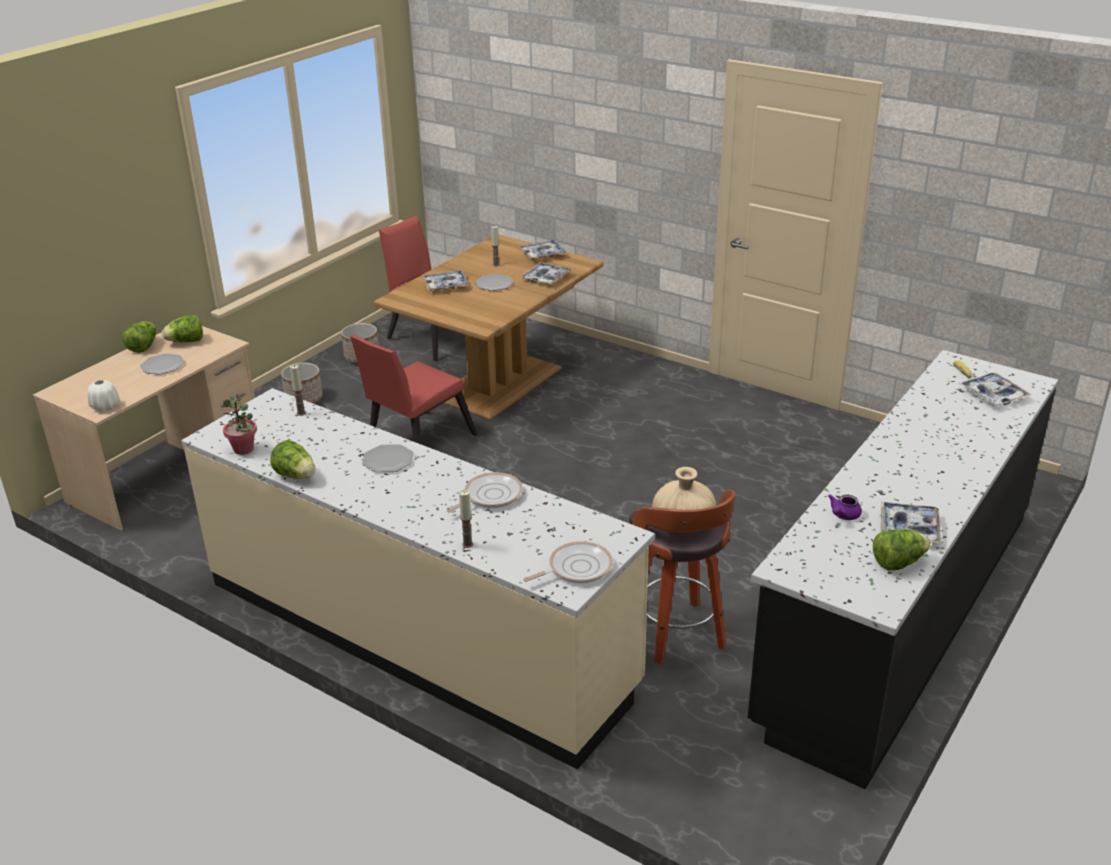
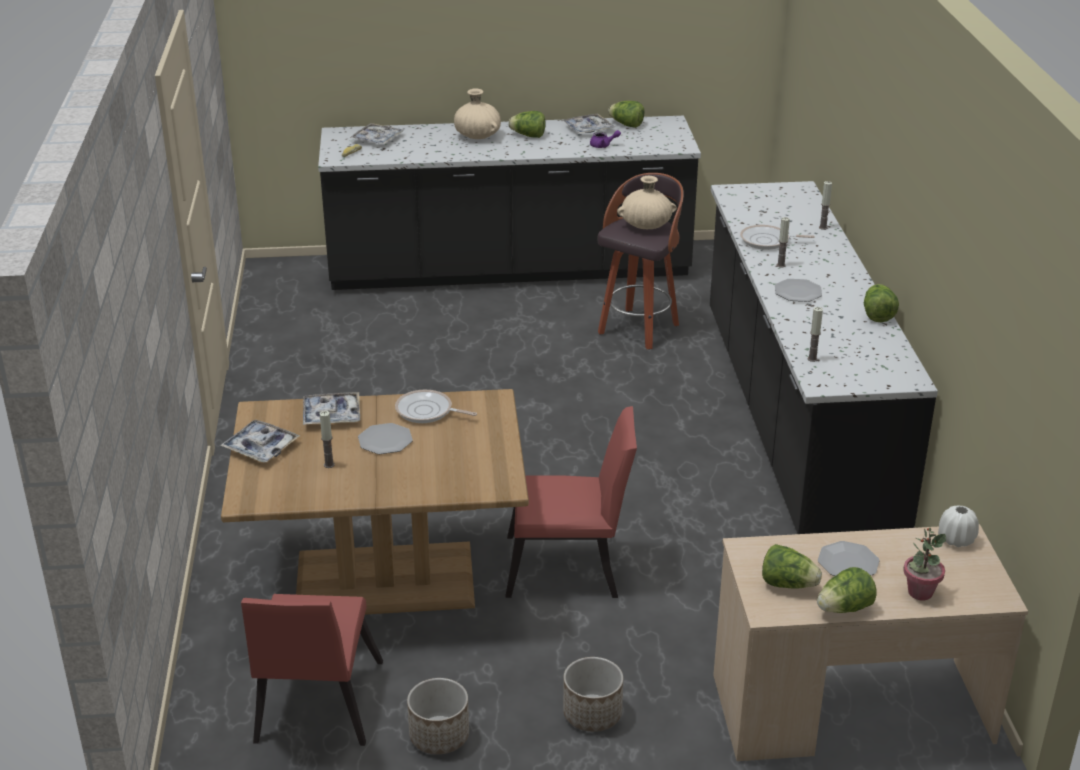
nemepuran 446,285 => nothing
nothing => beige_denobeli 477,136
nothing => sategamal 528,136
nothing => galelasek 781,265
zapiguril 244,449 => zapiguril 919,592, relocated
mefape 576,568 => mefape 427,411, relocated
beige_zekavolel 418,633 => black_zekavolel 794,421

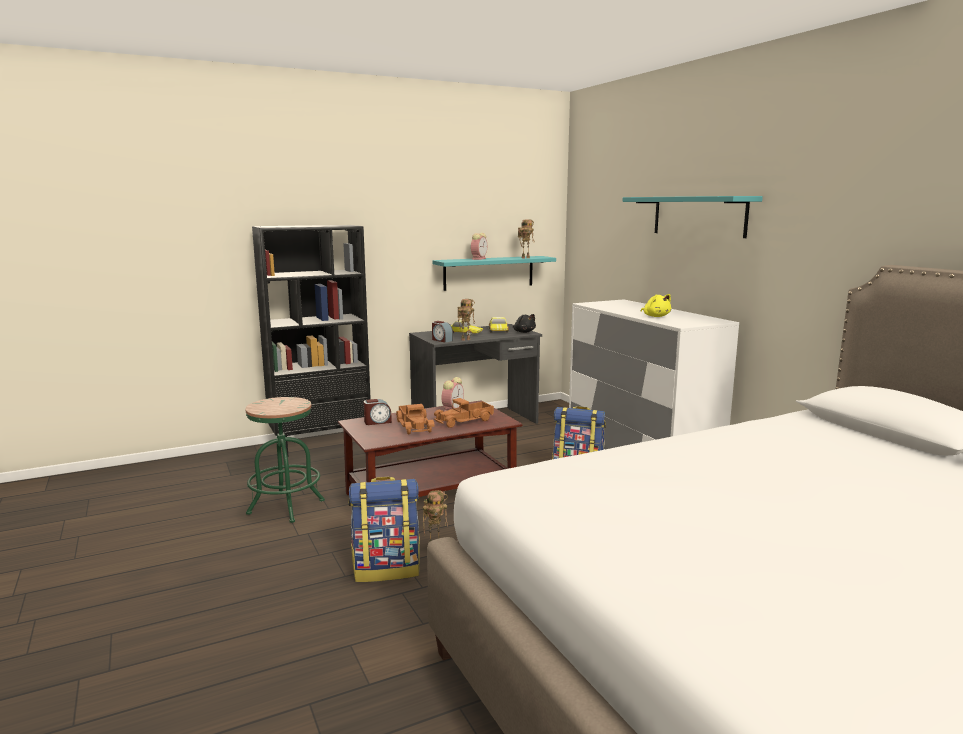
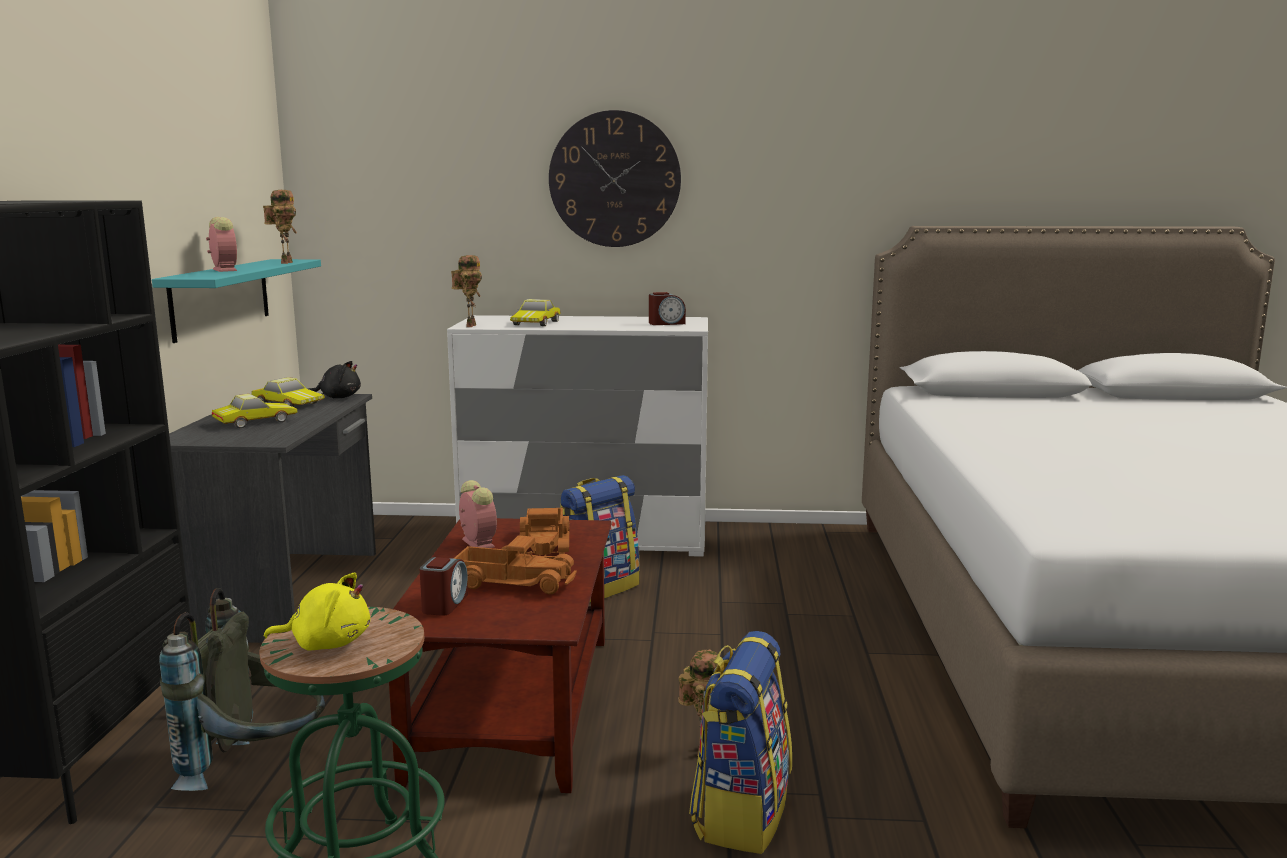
nothing => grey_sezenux 257,769
nothing => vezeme 537,323
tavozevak 441,340 => tavozevak 666,323, relocated
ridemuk 466,339 => ridemuk 469,326, relocated
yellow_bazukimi 656,316 => yellow_bazukimi 327,643, relocated
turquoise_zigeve 698,216 => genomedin 614,179

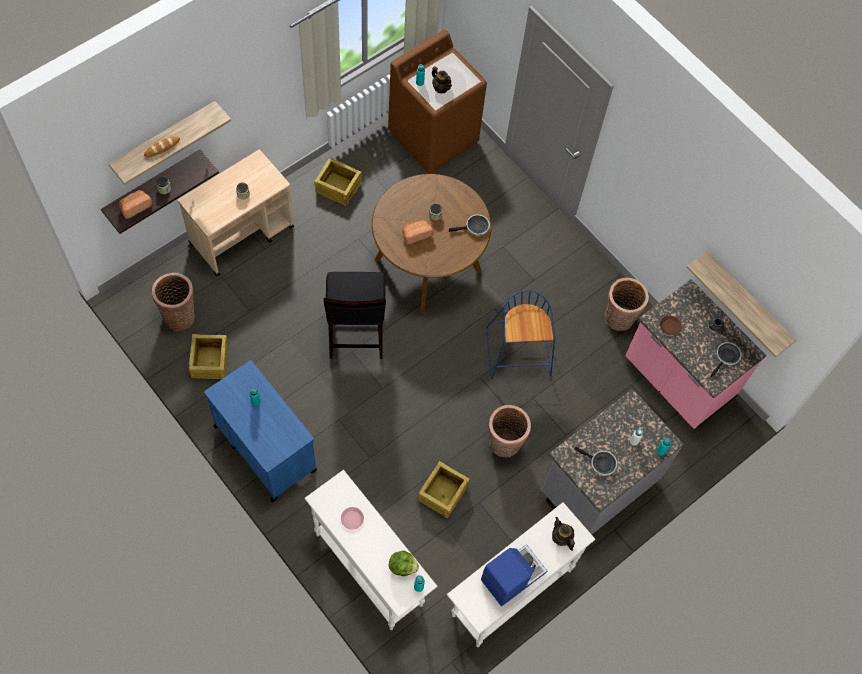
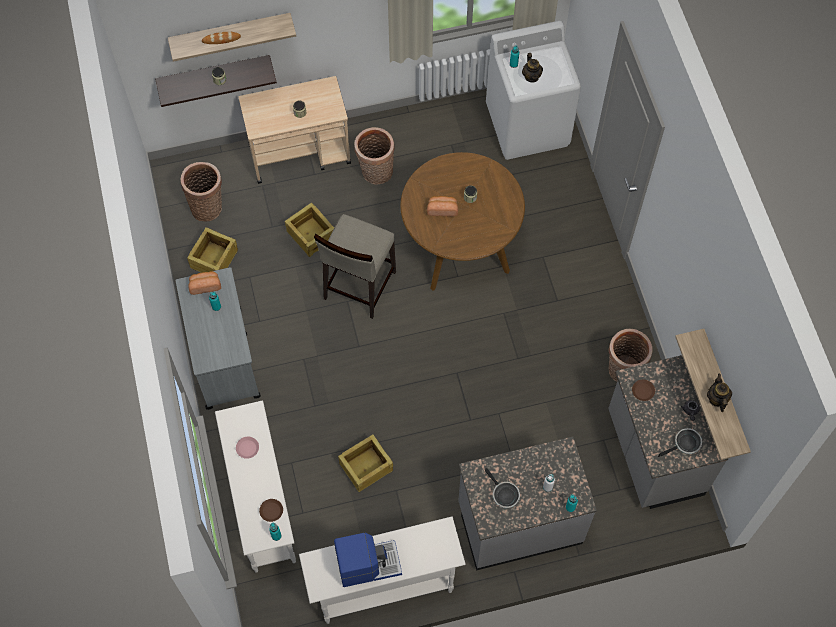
mefape 475,227 => nothing
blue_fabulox 519,354 => nothing
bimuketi 135,207 => bimuketi 205,285, relocated
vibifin 338,187 => vibifin 311,234, relocated
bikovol 504,444 => bikovol 375,173, relocated
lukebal 561,538 => lukebal 716,399, relocated
sategamal 402,566 => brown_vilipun 271,511
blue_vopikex 264,447 => grey_vopikex 224,357
black_fabulox 355,334 => beige_fabulox 359,286
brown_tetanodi 434,136 => white_tetanodi 528,125
pink_zekavolel 677,380 => grey_zekavolel 653,454

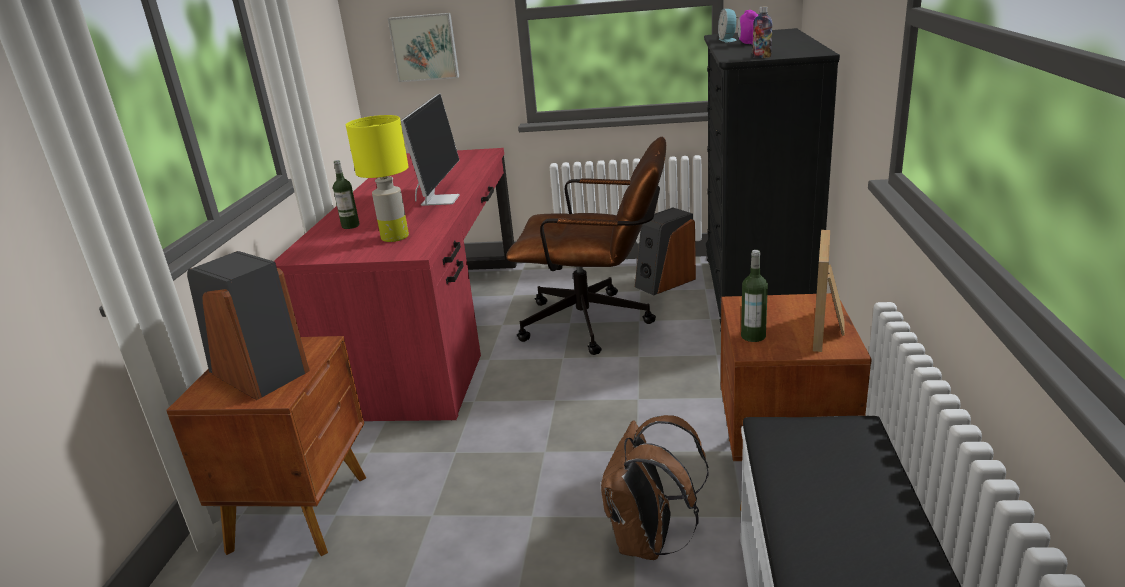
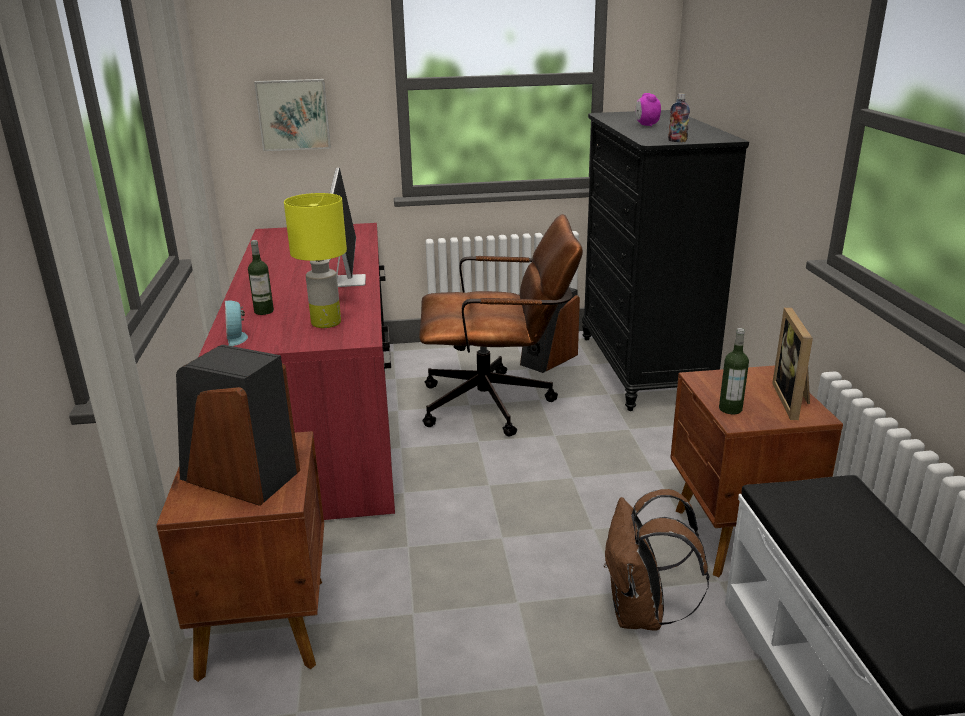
tavozevak 728,40 => tavozevak 237,337, relocated

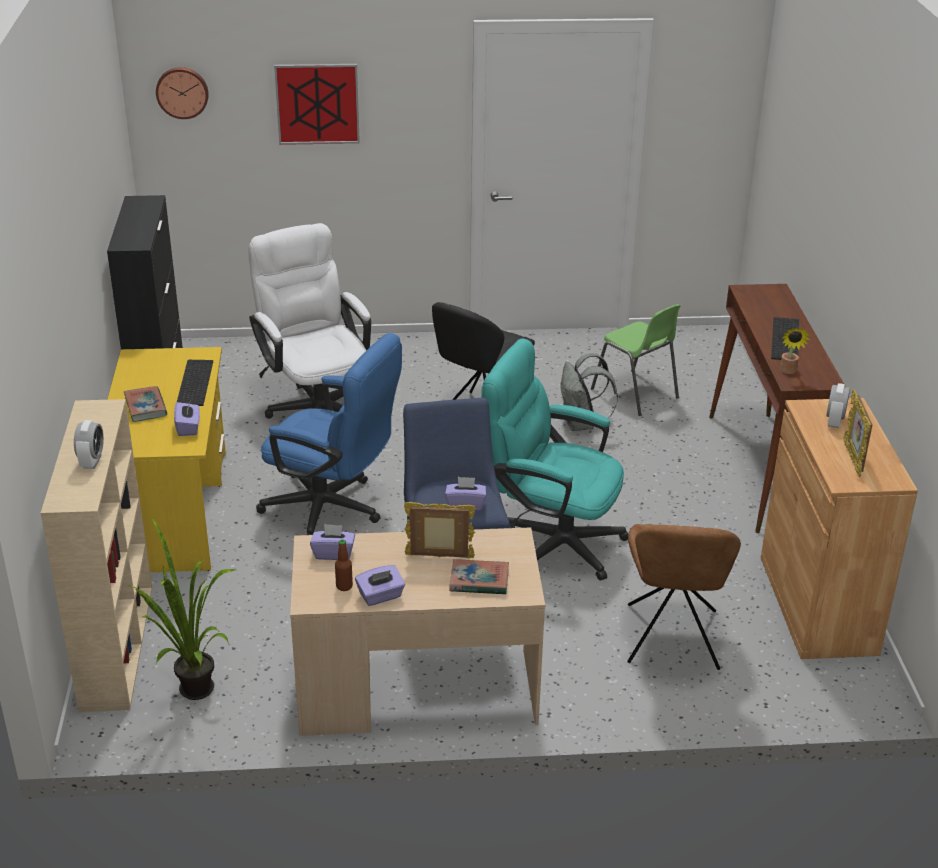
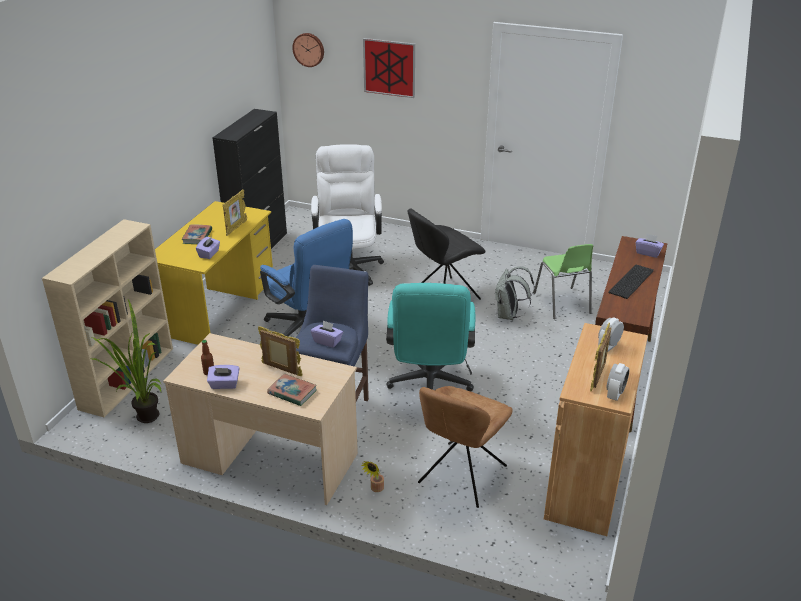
tavozevak 92,461 => tavozevak 615,394, relocated
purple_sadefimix 333,553 => purple_sadefimix 648,253, relocated
zapiguril 788,371 => zapiguril 375,489, relocated
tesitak 193,382 => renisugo 236,228
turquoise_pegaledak 551,541 => turquoise_pegaledak 429,386, 135 degrees counterclockwise

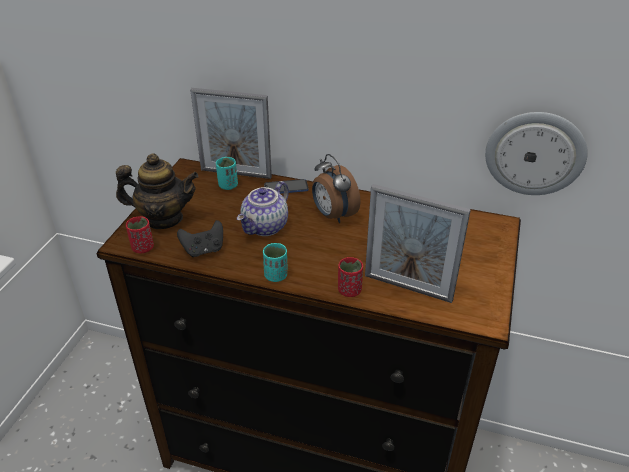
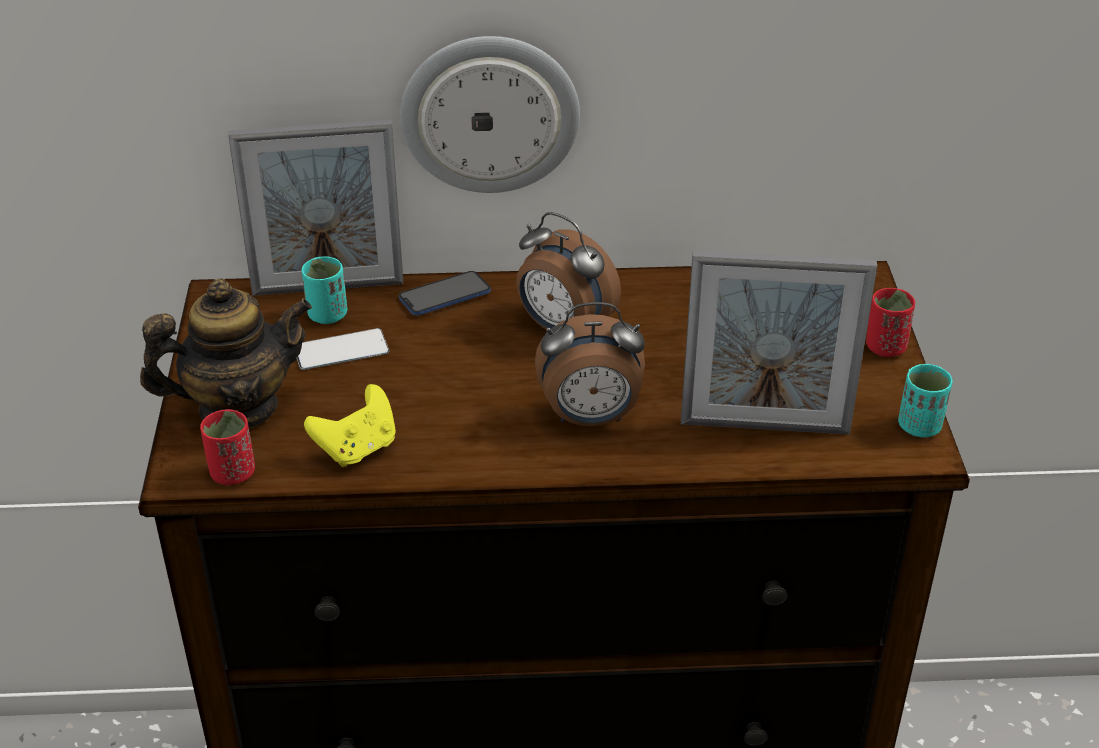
lukebal 266,227 => nothing
nothing => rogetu 341,350
nothing => tavozevak 590,418
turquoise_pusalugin 276,276 => turquoise_pusalugin 919,426, relocated
red_pusalugin 349,290 => red_pusalugin 885,347, relocated
genomedin 535,153 => genomedin 490,113, relocated
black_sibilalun 204,250 => yellow_sibilalun 357,449

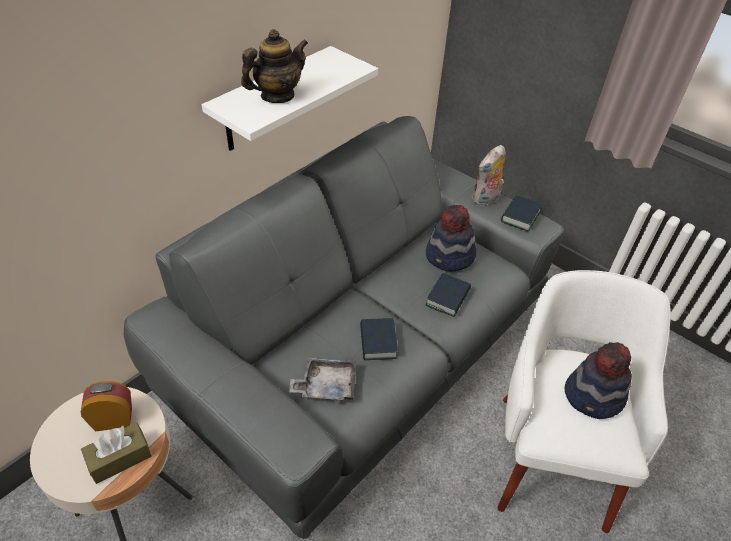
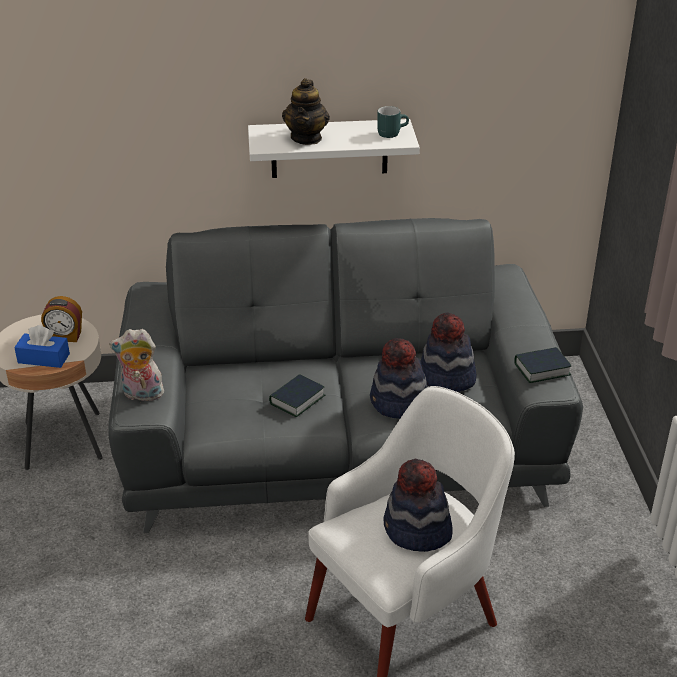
grey_nemepuran 326,385 => nothing
nothing => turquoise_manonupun 391,132
bazukimi 486,200 => bazukimi 141,395, relocated
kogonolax 448,298 => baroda 399,404
brown_sadefimix 119,458 => blue_sadefimix 43,358
tavozevak 114,418 => tavozevak 65,337, 150 degrees clockwise
lukebal 277,96 => lukebal 306,138, 90 degrees clockwise

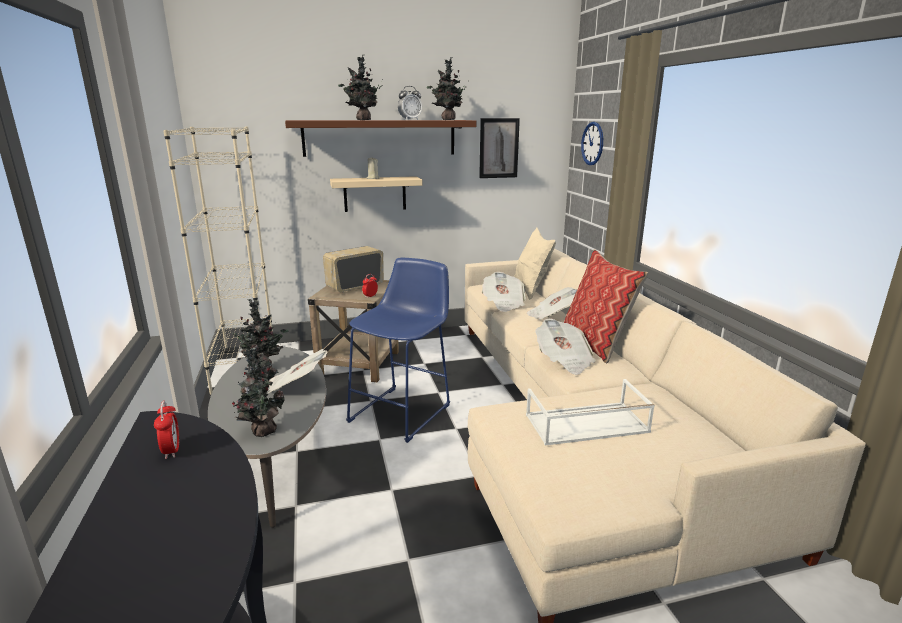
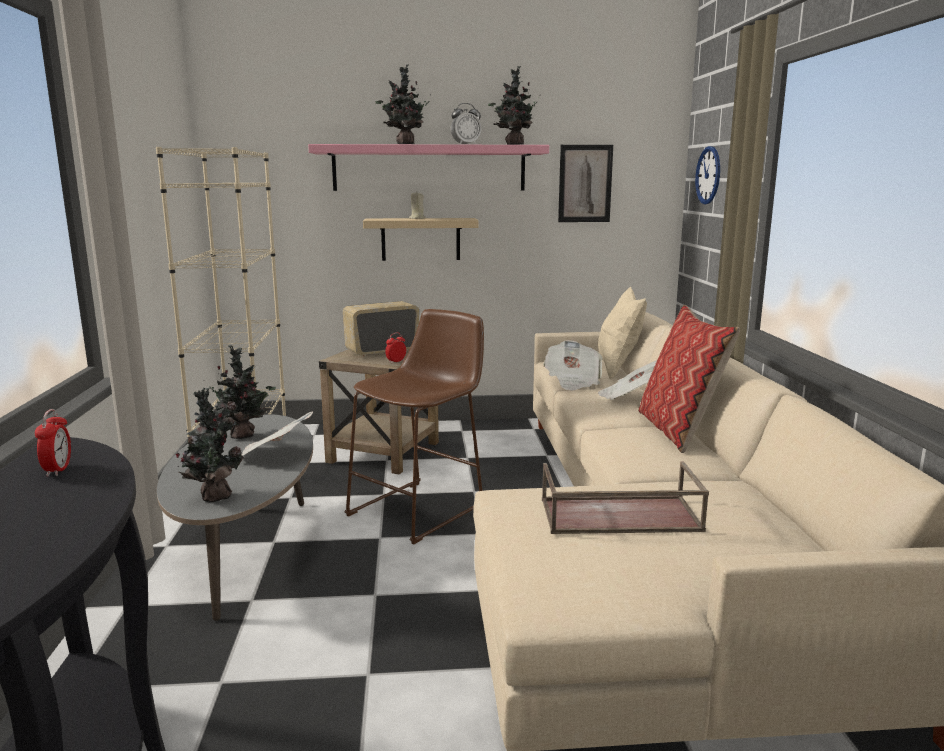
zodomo 564,361 => nothing
brown_zigeve 380,138 => pink_zigeve 429,168
blue_fabulox 404,411 => brown_fabulox 422,509
white_nemepuran 585,424 => brown_nemepuran 618,516

